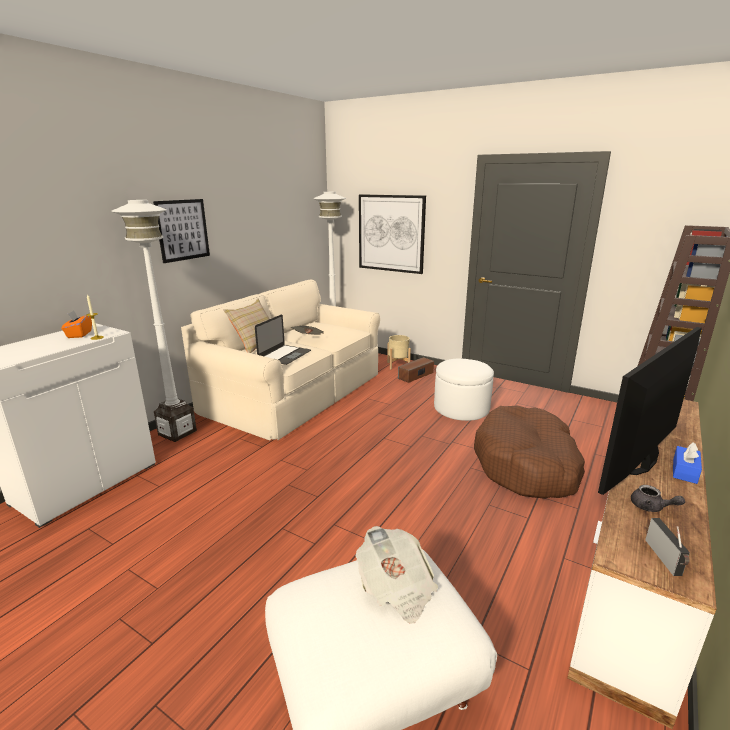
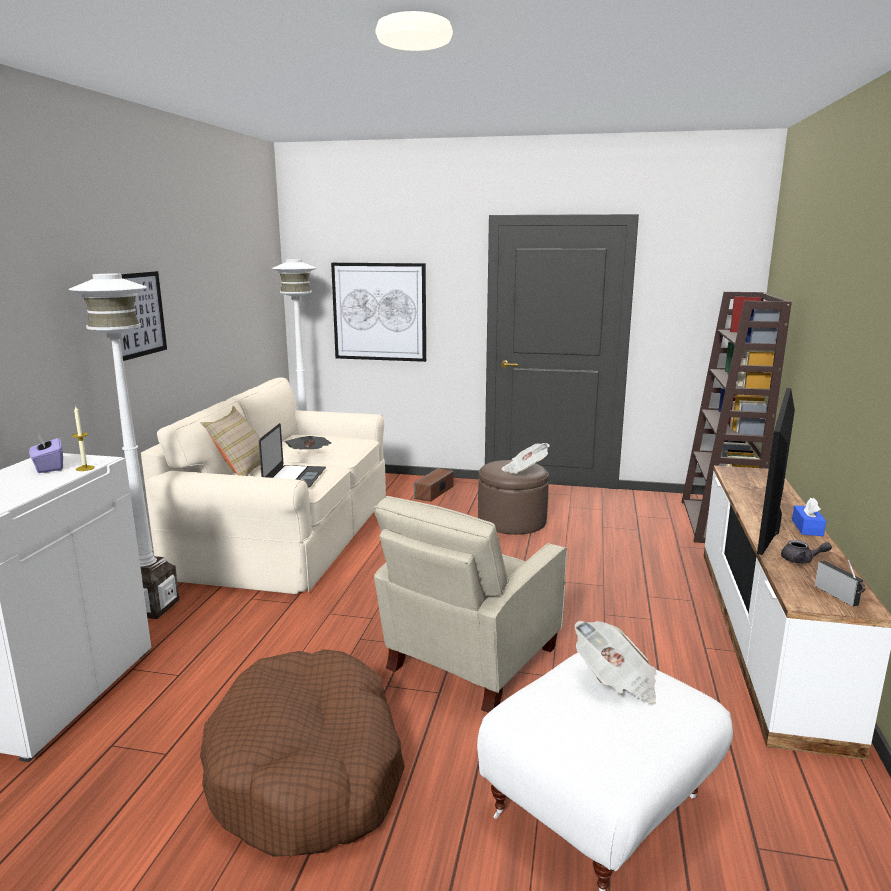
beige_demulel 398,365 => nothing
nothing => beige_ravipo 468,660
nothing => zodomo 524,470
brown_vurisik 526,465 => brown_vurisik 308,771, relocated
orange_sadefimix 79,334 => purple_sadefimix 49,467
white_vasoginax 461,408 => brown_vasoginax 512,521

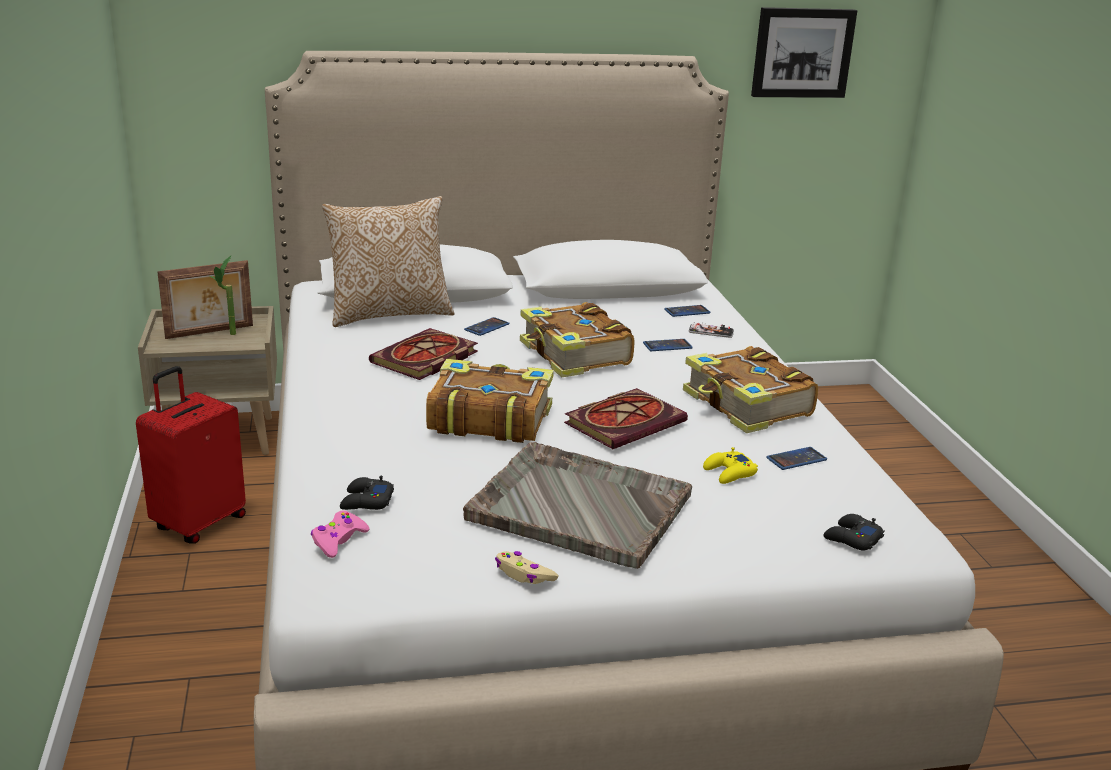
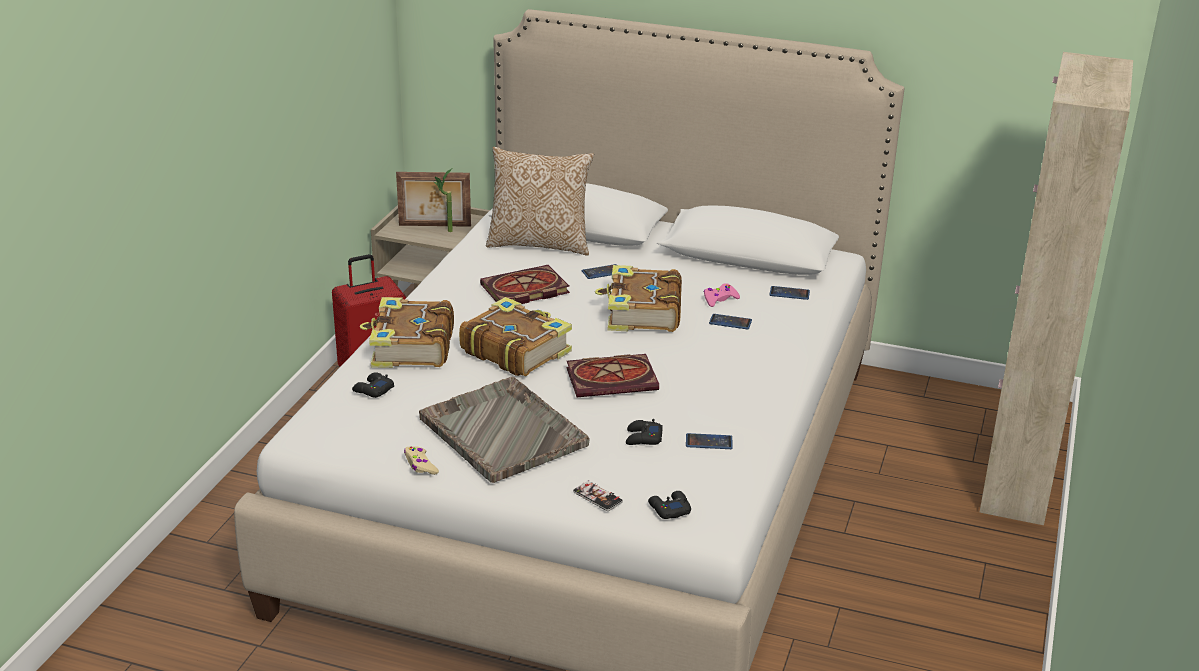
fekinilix 802,52 => nothing
nothing => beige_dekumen 1016,480
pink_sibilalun 338,540 => pink_sibilalun 719,299, relocated
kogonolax 747,406 => kogonolax 410,347, relocated
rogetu 711,332 => rogetu 597,497, relocated
yellow_sibilalun 729,473 => black_sibilalun 643,438

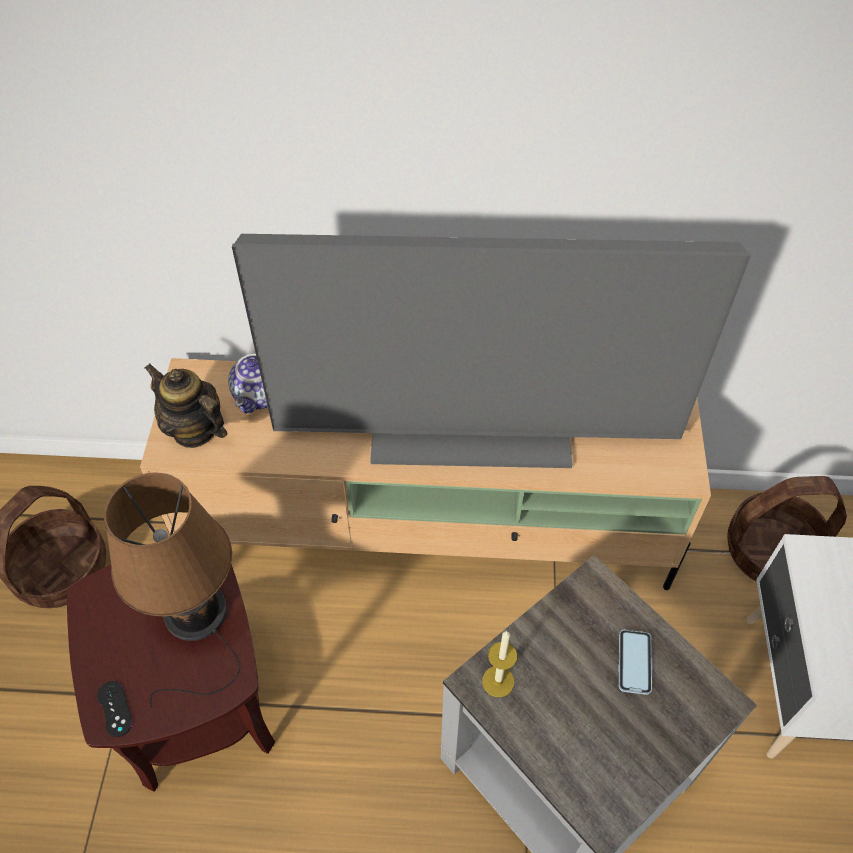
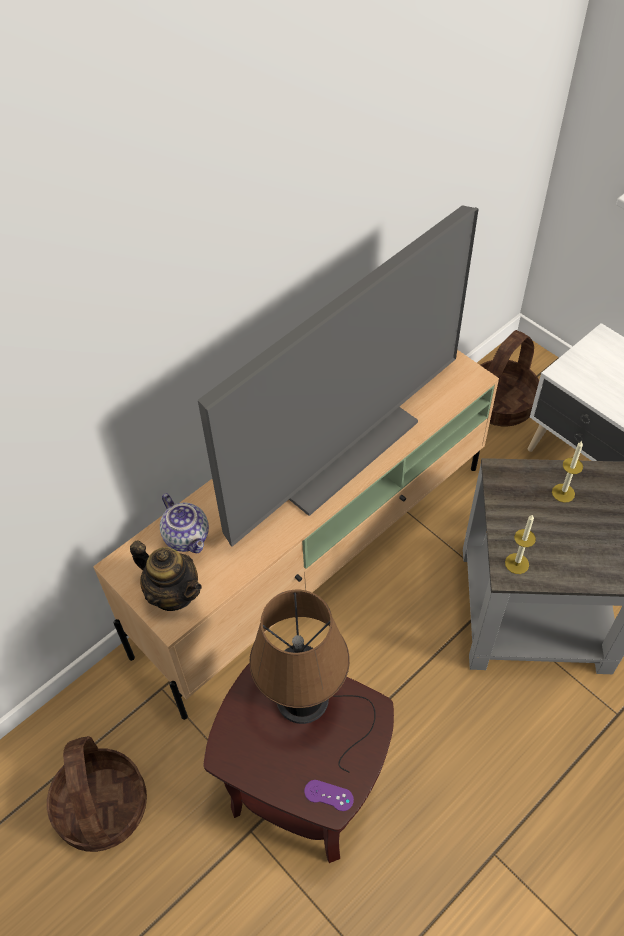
rogetu 634,662 => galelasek 563,493
black_sibilalun 114,709 => purple_sibilalun 328,795
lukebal 194,430 => lukebal 173,593, 135 degrees counterclockwise

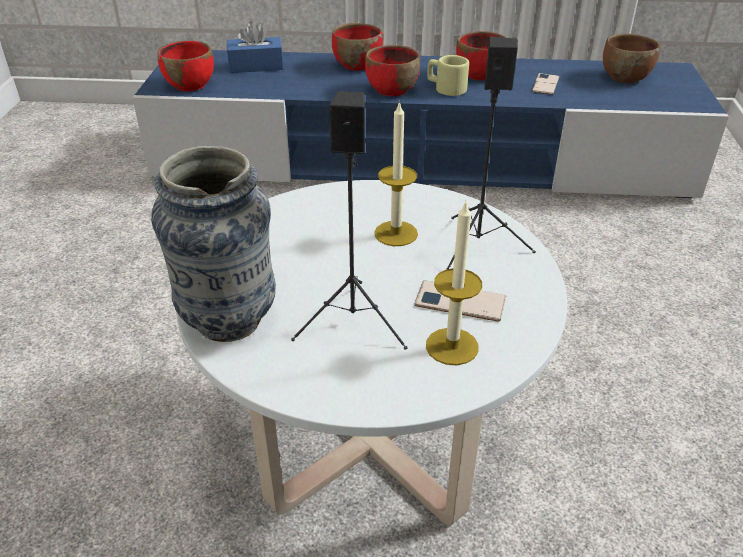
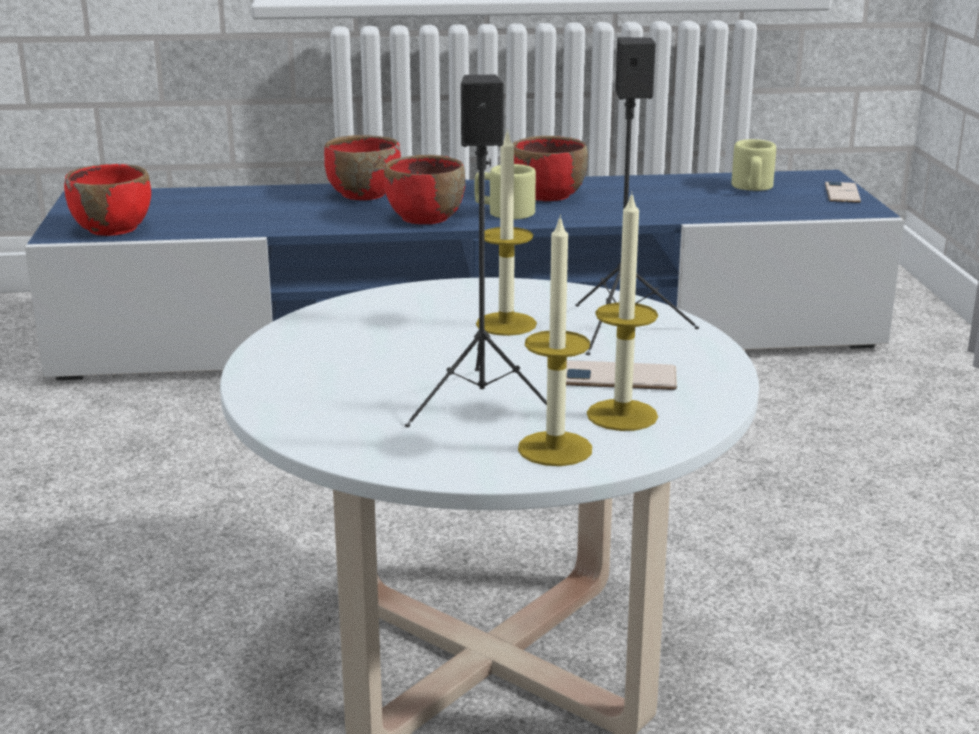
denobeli 229,321 => nothing
blue_sadefimix 256,66 => nothing
nothing => galelasek 555,449
rogetu 545,84 => rogetu 842,193, relocated
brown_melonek 624,77 => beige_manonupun 752,188

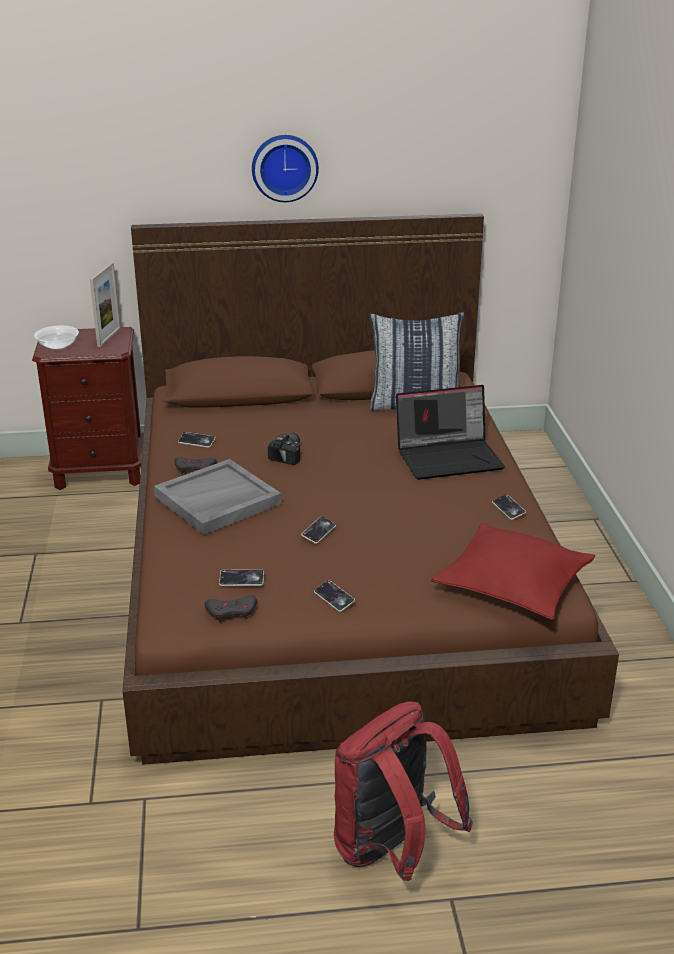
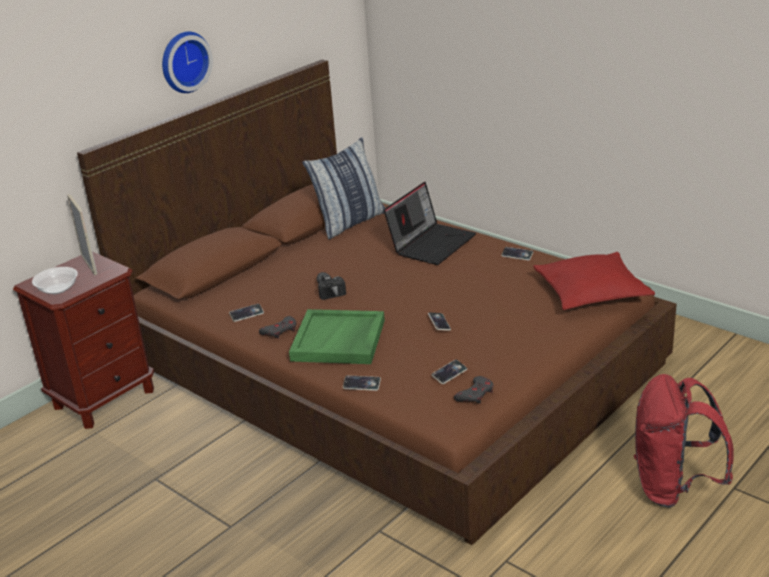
rogetu 334,598 => rogetu 362,385, relocated
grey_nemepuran 217,501 => green_nemepuran 339,341

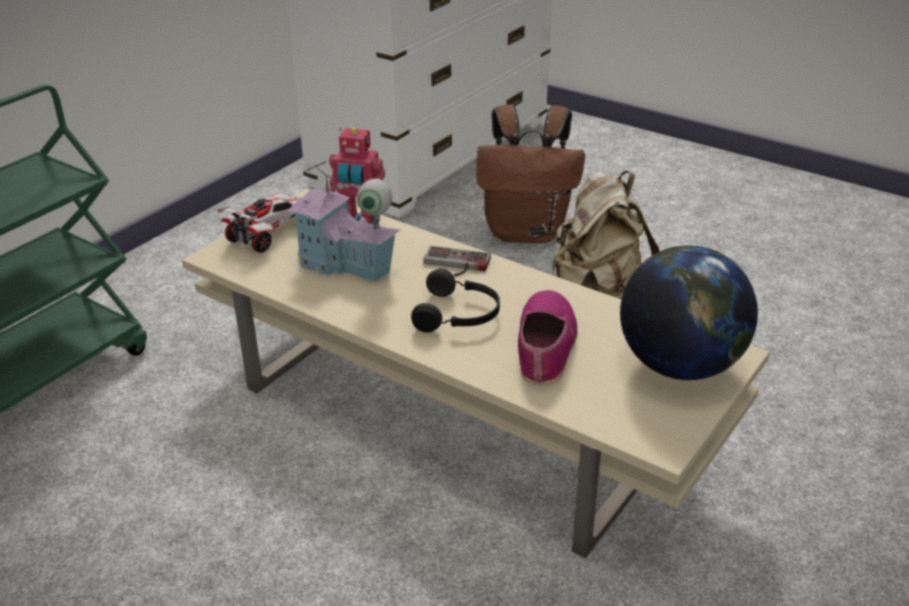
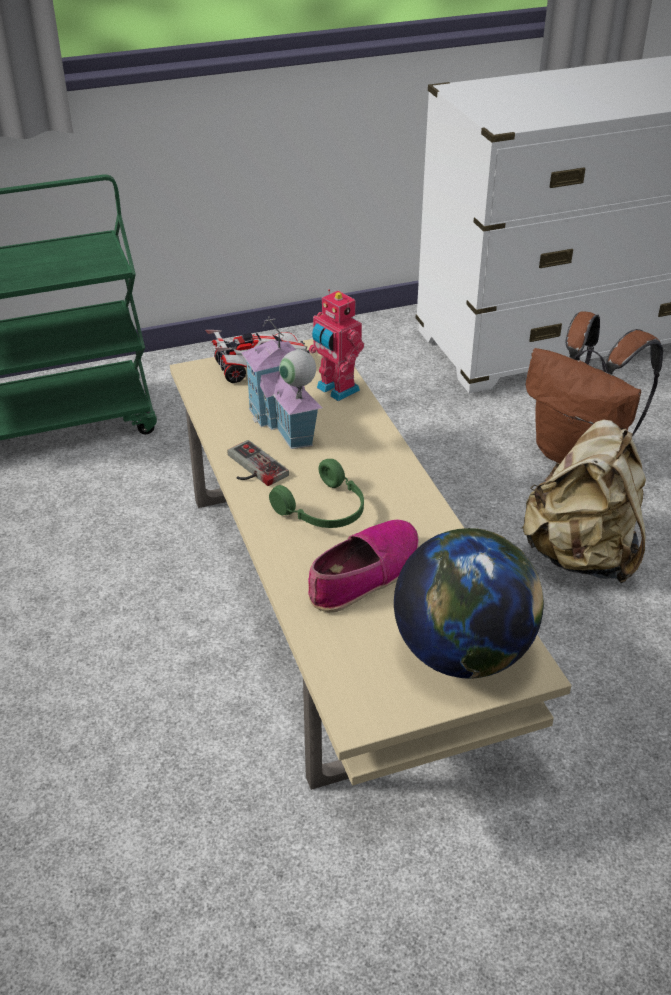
sibilalun 455,265 => sibilalun 251,468, relocated
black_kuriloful 458,315 => green_kuriloful 324,510

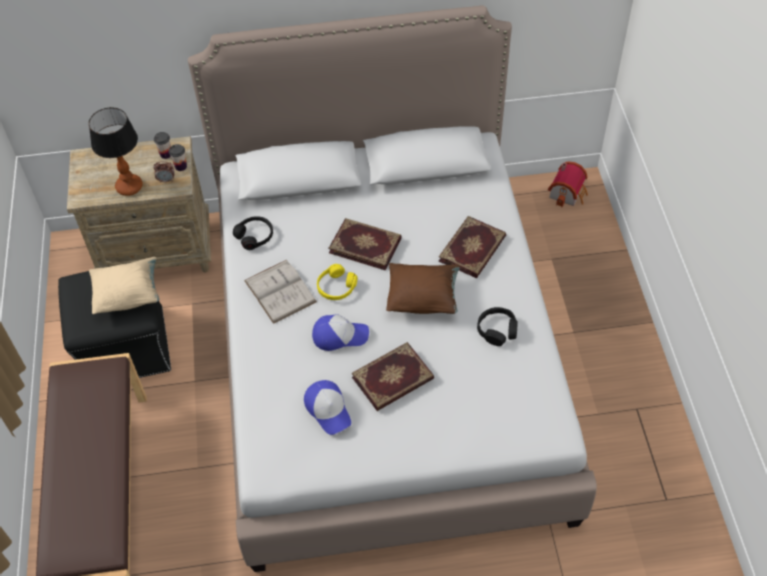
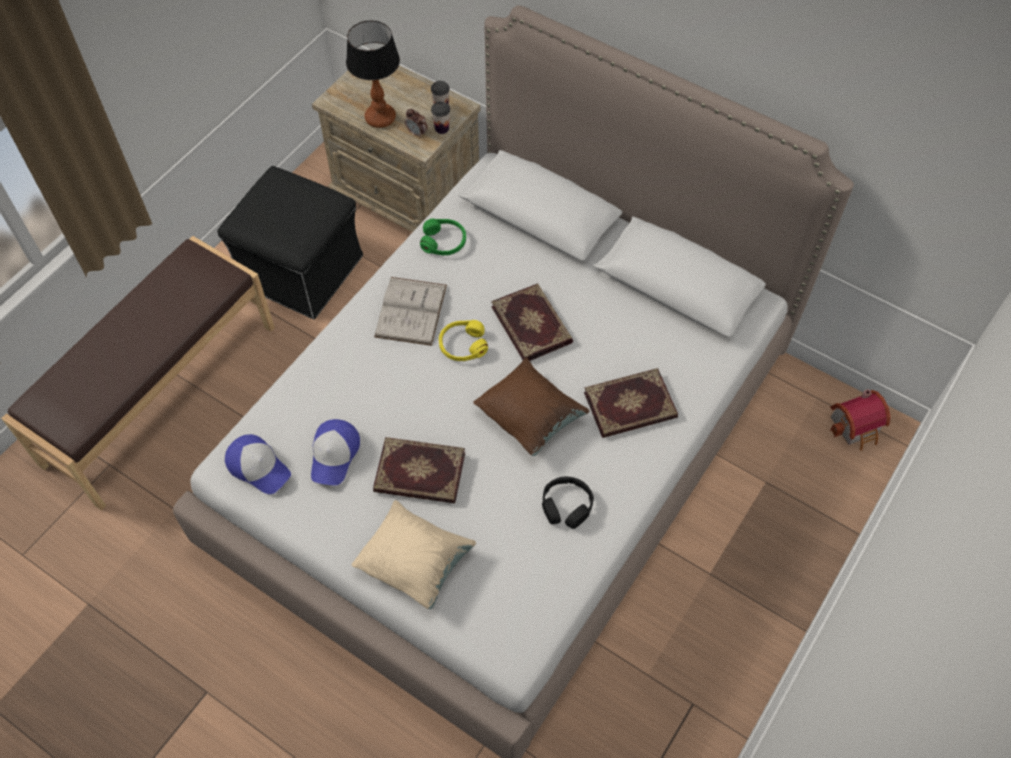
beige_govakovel 128,295 => beige_govakovel 415,563, relocated
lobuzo 339,335 => lobuzo 258,467, relocated
black_kuriloful 255,236 => green_kuriloful 444,242

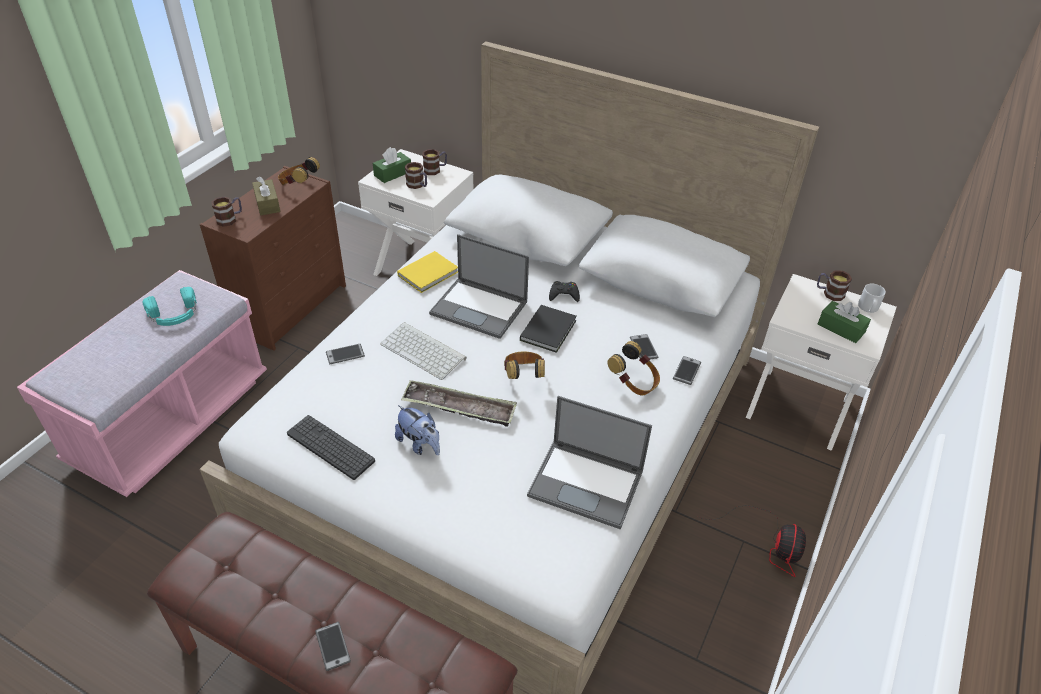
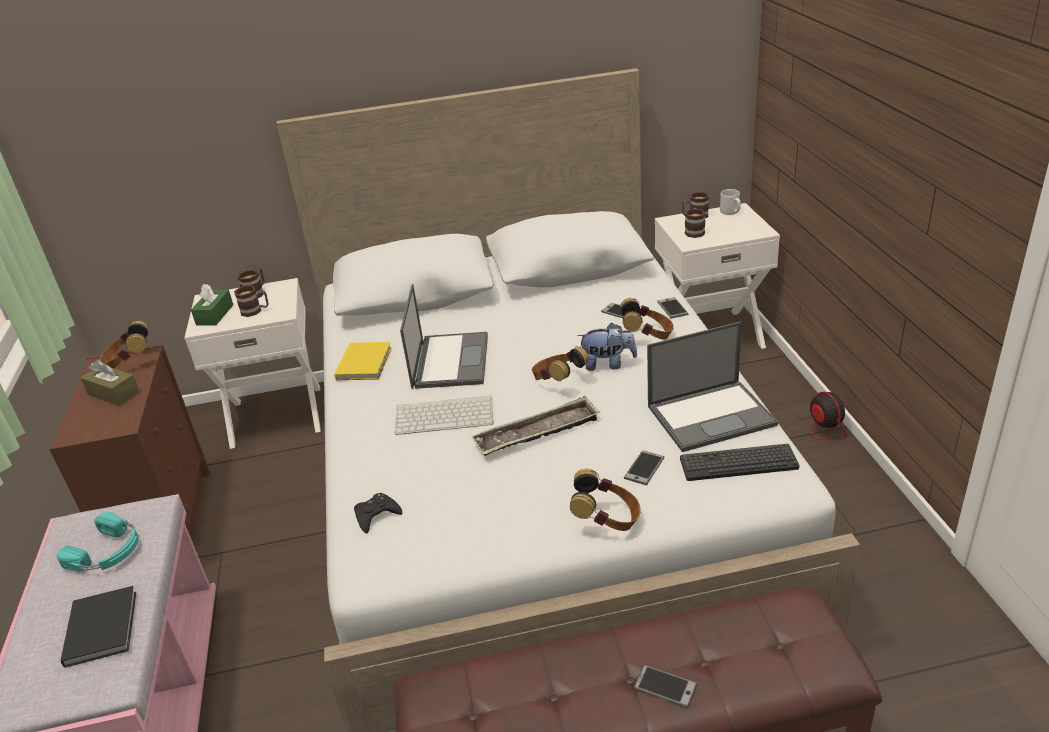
green_sadefimix 841,328 => nothing
nothing => kuriloful 607,520
manonupun 230,219 => manonupun 694,231, relocated
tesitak 330,447 => tesitak 738,463, relocated
rogetu 345,354 => rogetu 644,468, relocated
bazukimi 419,444 => bazukimi 608,364, relocated
black_kogonolax 549,329 => black_kogonolax 103,626, relocated
black_sibilalun 564,294 => black_sibilalun 376,515, relocated
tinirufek 480,308 => tinirufek 450,360, 75 degrees counterclockwise

